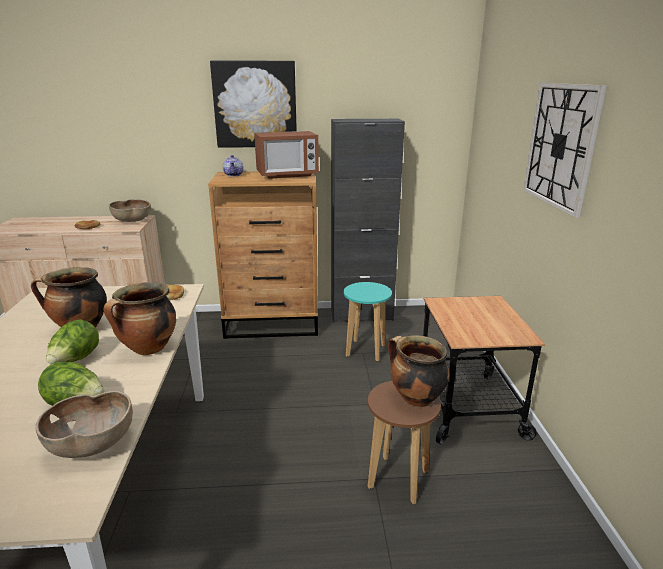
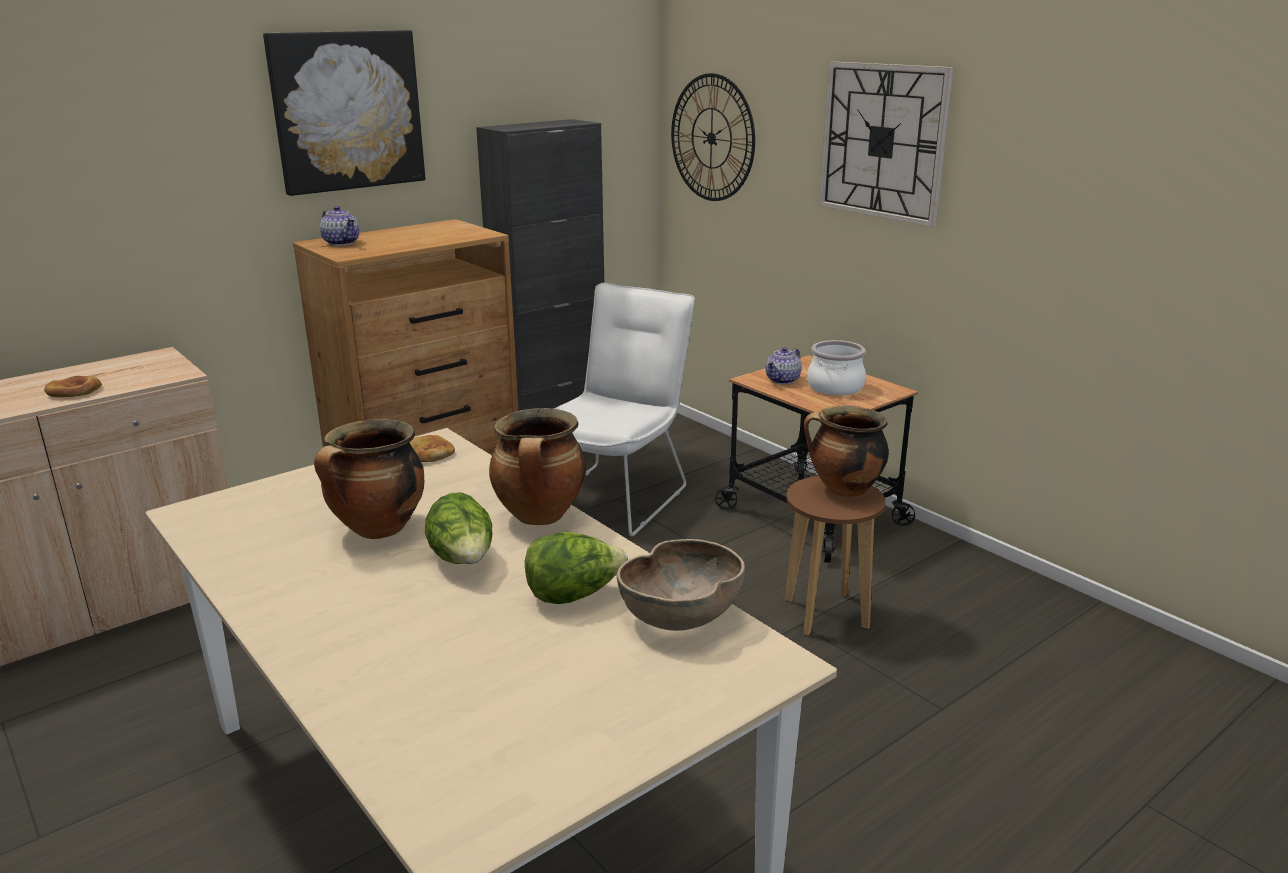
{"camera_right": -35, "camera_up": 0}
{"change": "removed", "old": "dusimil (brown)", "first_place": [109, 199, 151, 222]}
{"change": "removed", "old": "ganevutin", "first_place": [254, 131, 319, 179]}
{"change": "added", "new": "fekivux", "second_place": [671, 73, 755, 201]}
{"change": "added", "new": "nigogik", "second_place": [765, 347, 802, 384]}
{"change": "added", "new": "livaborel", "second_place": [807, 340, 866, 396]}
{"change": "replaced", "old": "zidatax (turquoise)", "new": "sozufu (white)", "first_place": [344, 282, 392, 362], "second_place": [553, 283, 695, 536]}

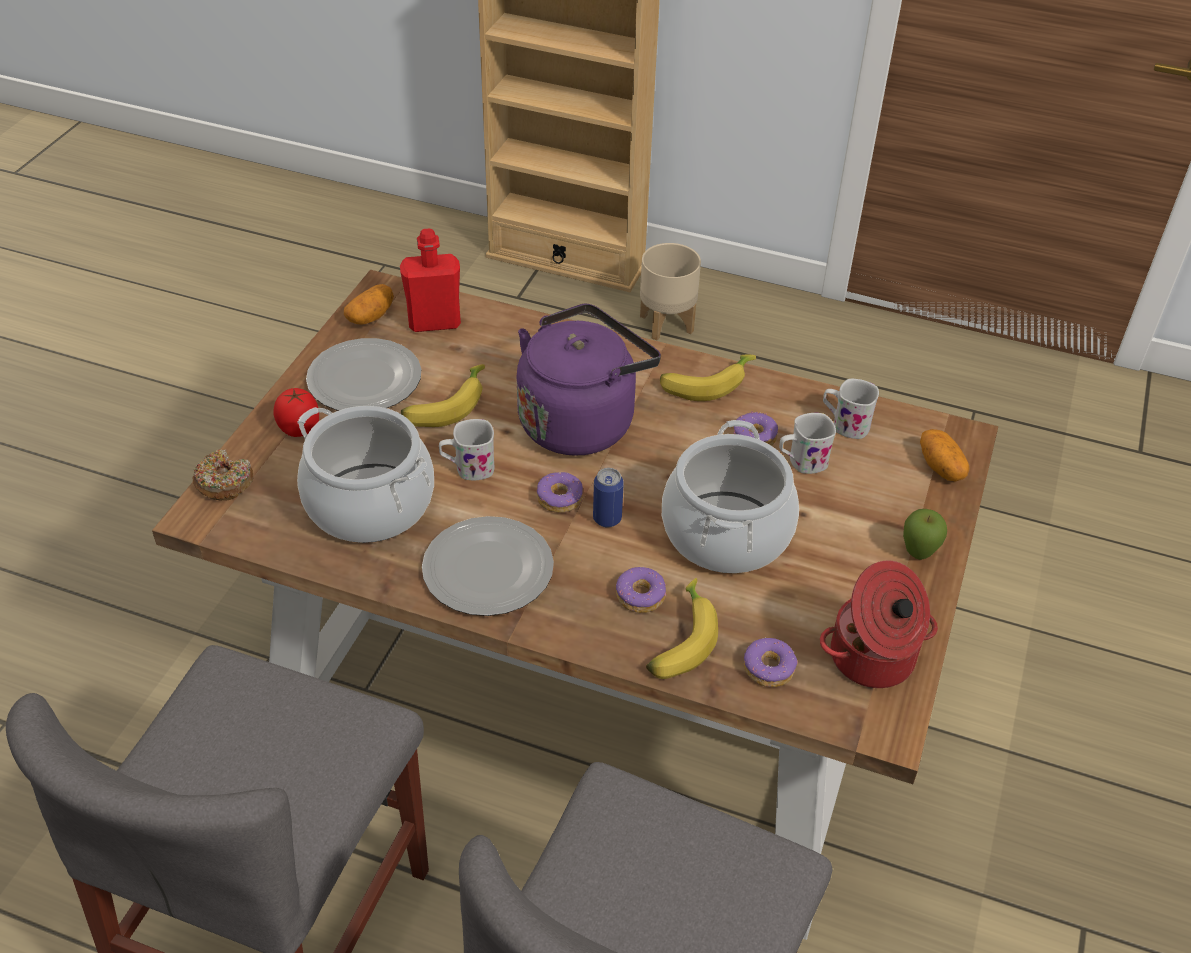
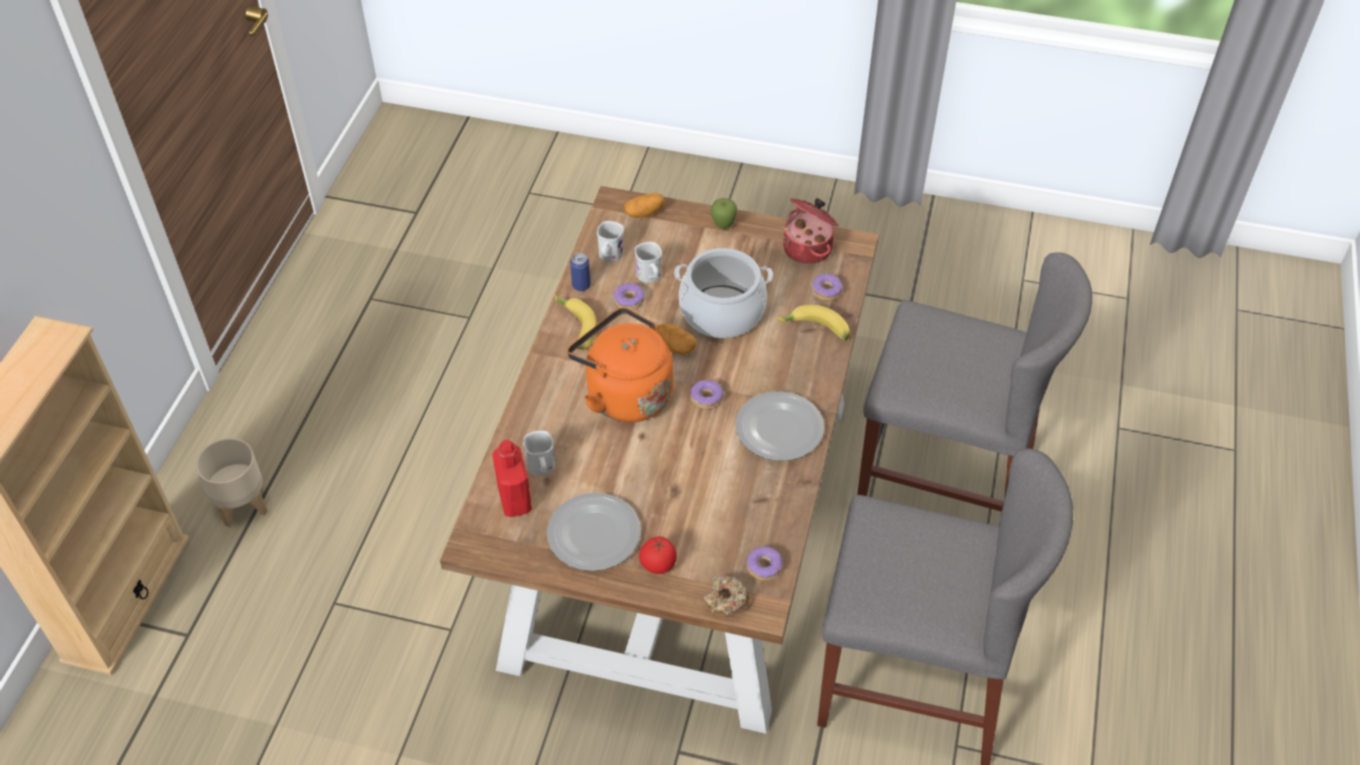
{"camera_right": -95, "camera_up": 5}
{"change": "removed", "old": "livaborel", "first_place": [297, 406, 434, 543]}
{"change": "removed", "old": "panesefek", "first_place": [401, 364, 485, 427]}
{"change": "moved", "old": "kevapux", "first_place": [344, 284, 394, 324], "second_place": [656, 324, 697, 355]}
{"change": "moved", "old": "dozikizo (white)", "first_place": [439, 419, 494, 480], "second_place": [523, 431, 555, 475]}
{"change": "moved", "old": "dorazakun", "first_place": [593, 468, 624, 527], "second_place": [570, 253, 591, 291]}
{"change": "moved", "old": "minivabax", "first_place": [616, 567, 667, 613], "second_place": [747, 546, 782, 581]}
{"change": "recoloured", "old": "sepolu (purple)", "new": "sepolu (orange)", "first_place": [517, 303, 661, 456], "second_place": [568, 307, 673, 423]}

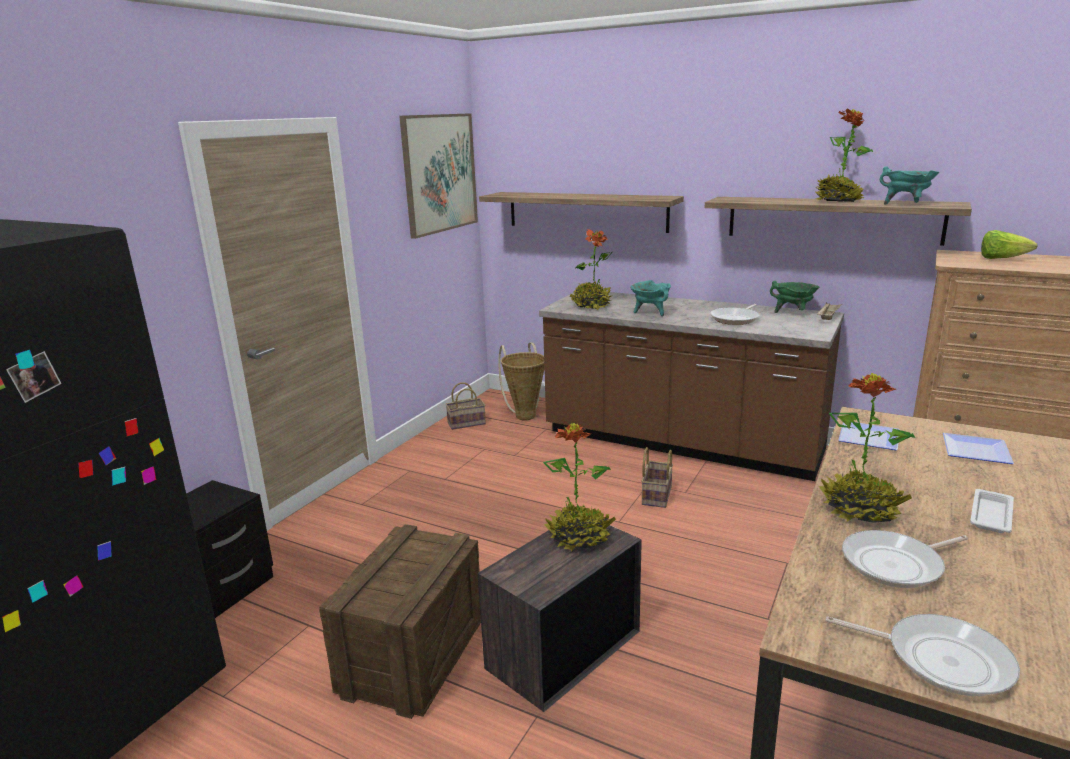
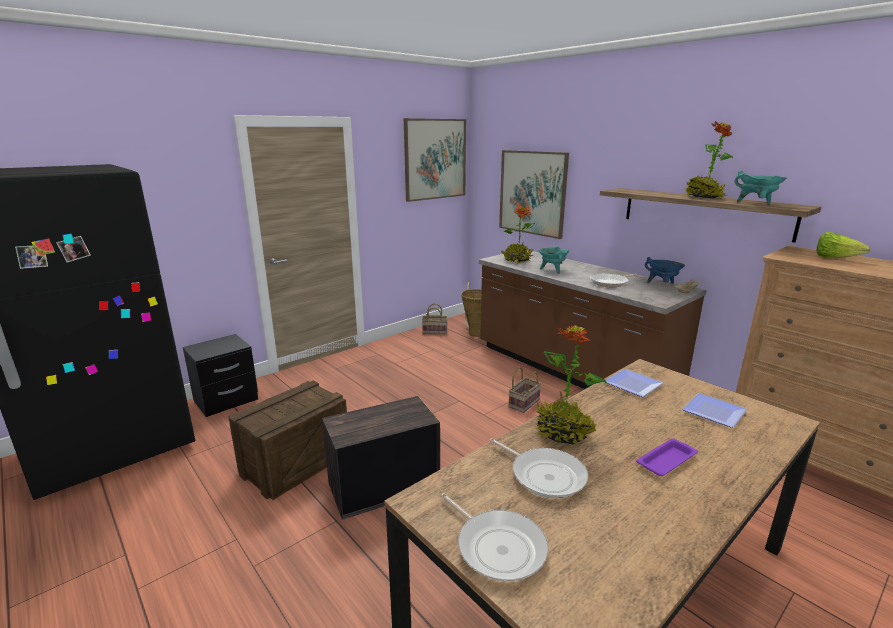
{"camera_right": 20, "camera_up": 0}
{"change": "removed", "old": "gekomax", "first_place": [543, 423, 616, 551]}
{"change": "replaced", "old": "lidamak", "new": "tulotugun", "first_place": [479, 192, 684, 233], "second_place": [499, 150, 569, 239]}
{"change": "recoloured", "old": "livaborel (green)", "new": "livaborel (blue)", "first_place": [770, 281, 819, 313], "second_place": [645, 257, 685, 283]}
{"change": "recoloured", "old": "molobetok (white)", "new": "molobetok (purple)", "first_place": [970, 489, 1014, 533], "second_place": [636, 438, 698, 476]}
{"change": "turned", "old": "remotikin", "first_place": [842, 530, 968, 588], "second_place": [489, 438, 588, 498], "degrees": -135}

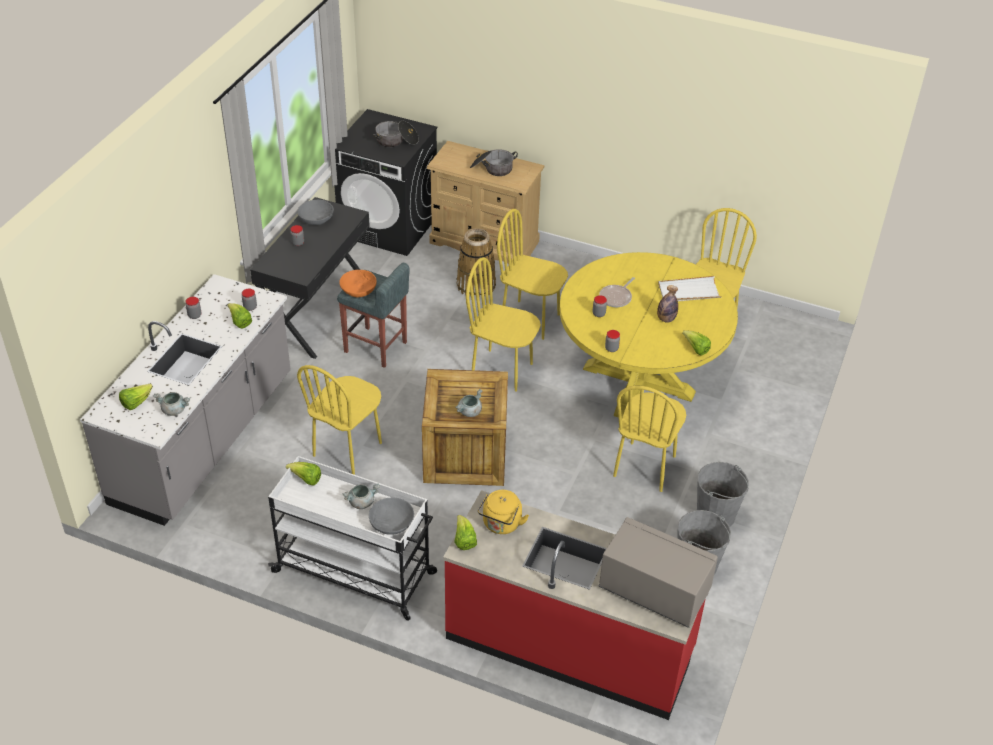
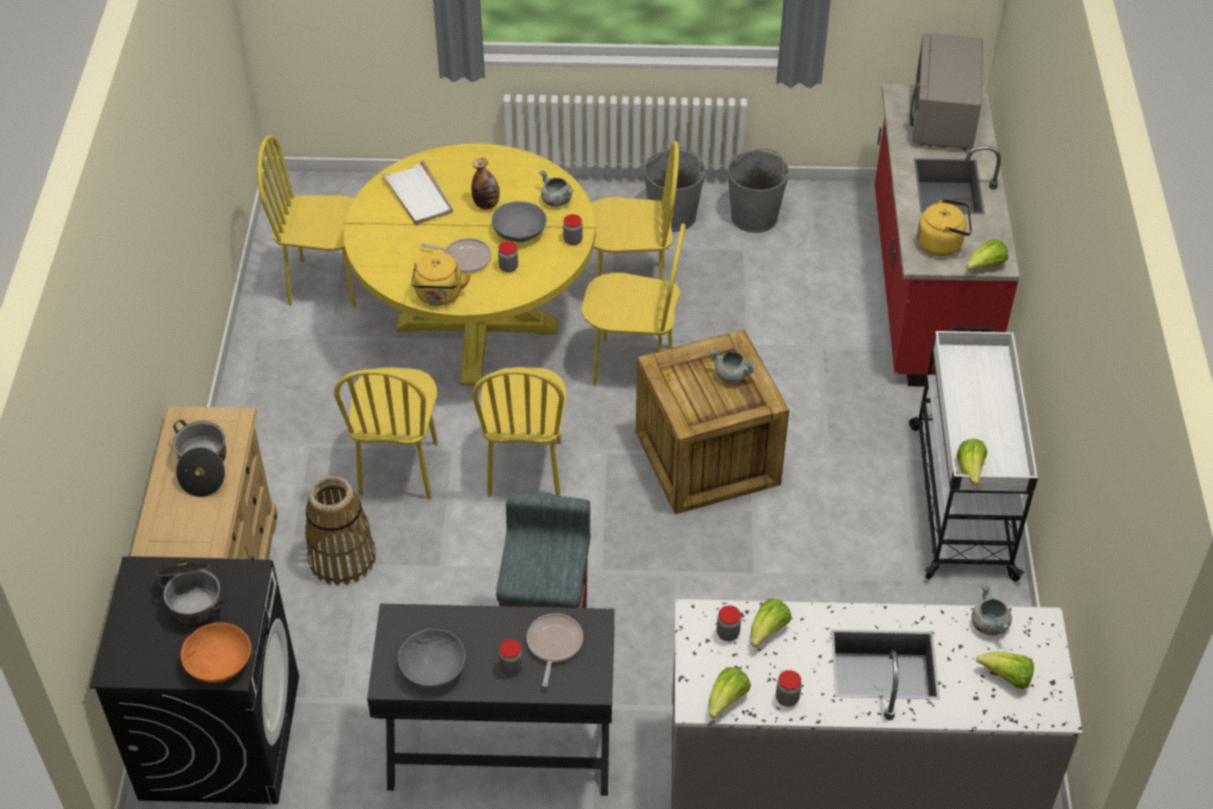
{"camera_right": -110, "camera_up": 5}
{"change": "added", "new": "sepolu (yellow)", "second_place": [411, 252, 471, 306]}
{"change": "added", "new": "remotikin", "second_place": [527, 613, 583, 687]}
{"change": "moved", "old": "sozufu (yellow)", "first_place": [297, 365, 382, 475], "second_place": [582, 223, 686, 386]}
{"change": "moved", "old": "dusimil (orange)", "first_place": [339, 270, 377, 297], "second_place": [181, 623, 251, 683]}
{"change": "moved", "old": "livaborel (grey)", "first_place": [343, 483, 380, 509], "second_place": [539, 170, 574, 207]}
{"change": "moved", "old": "dusimil (grey)", "first_place": [369, 497, 414, 535], "second_place": [492, 201, 547, 242]}
{"change": "moved", "old": "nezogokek", "first_place": [682, 330, 711, 356], "second_place": [709, 667, 751, 719]}

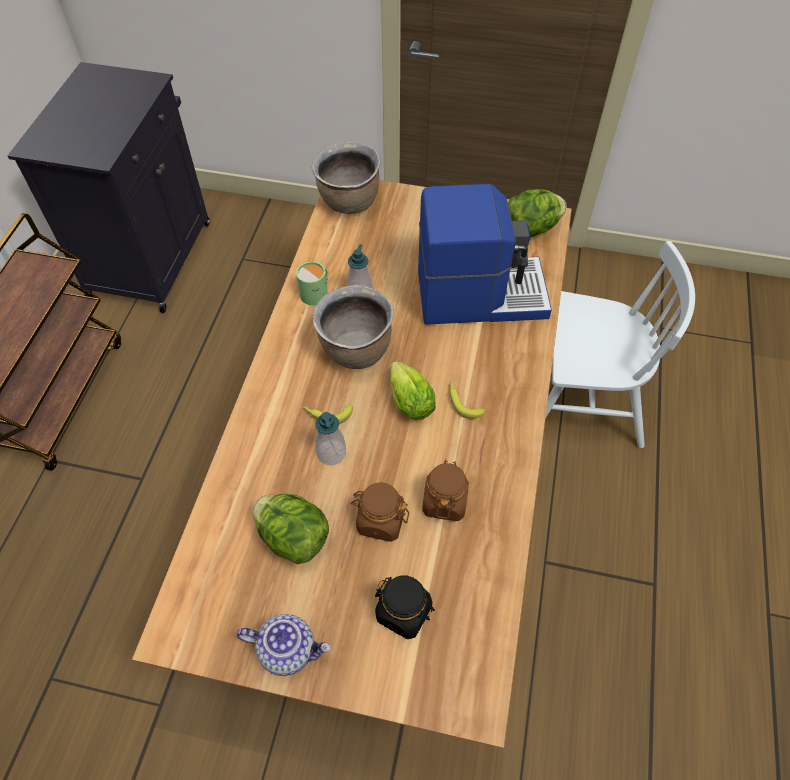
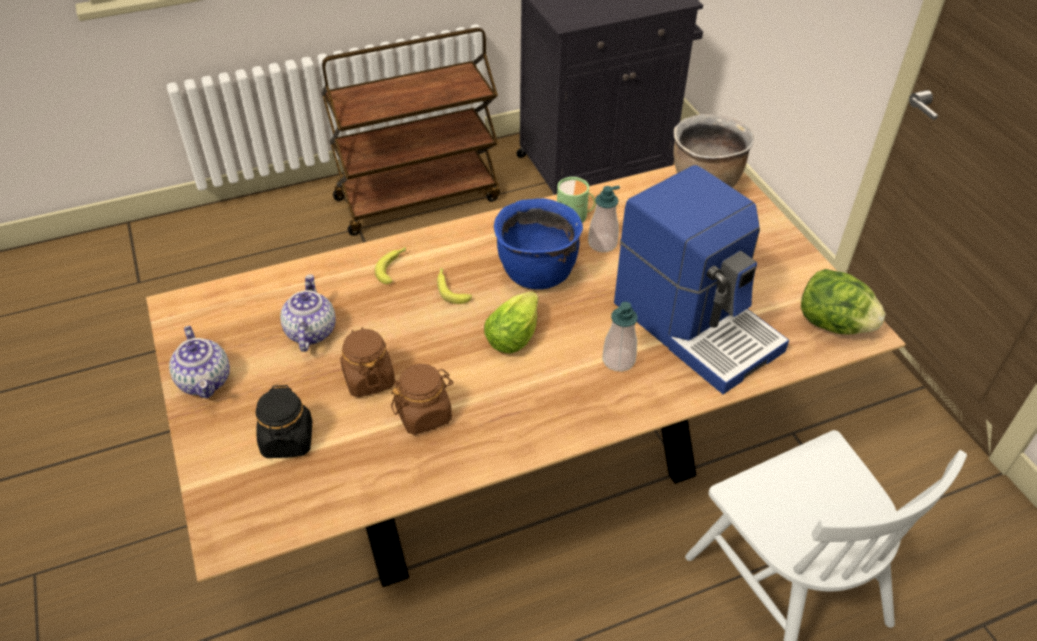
{"camera_right": 55, "camera_up": -10}
{"change": "moved", "old": "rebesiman", "first_place": [315, 412, 346, 465], "second_place": [602, 302, 638, 372]}
{"change": "moved", "old": "panesefek", "first_place": [450, 381, 485, 419], "second_place": [375, 247, 406, 284]}
{"change": "replaced", "old": "nezogokek", "new": "nigogik", "first_place": [252, 494, 329, 564], "second_place": [280, 274, 336, 352]}
{"change": "recoloured", "old": "livaborel (brown)", "new": "livaborel (blue)", "first_place": [313, 285, 394, 369], "second_place": [494, 198, 583, 289]}

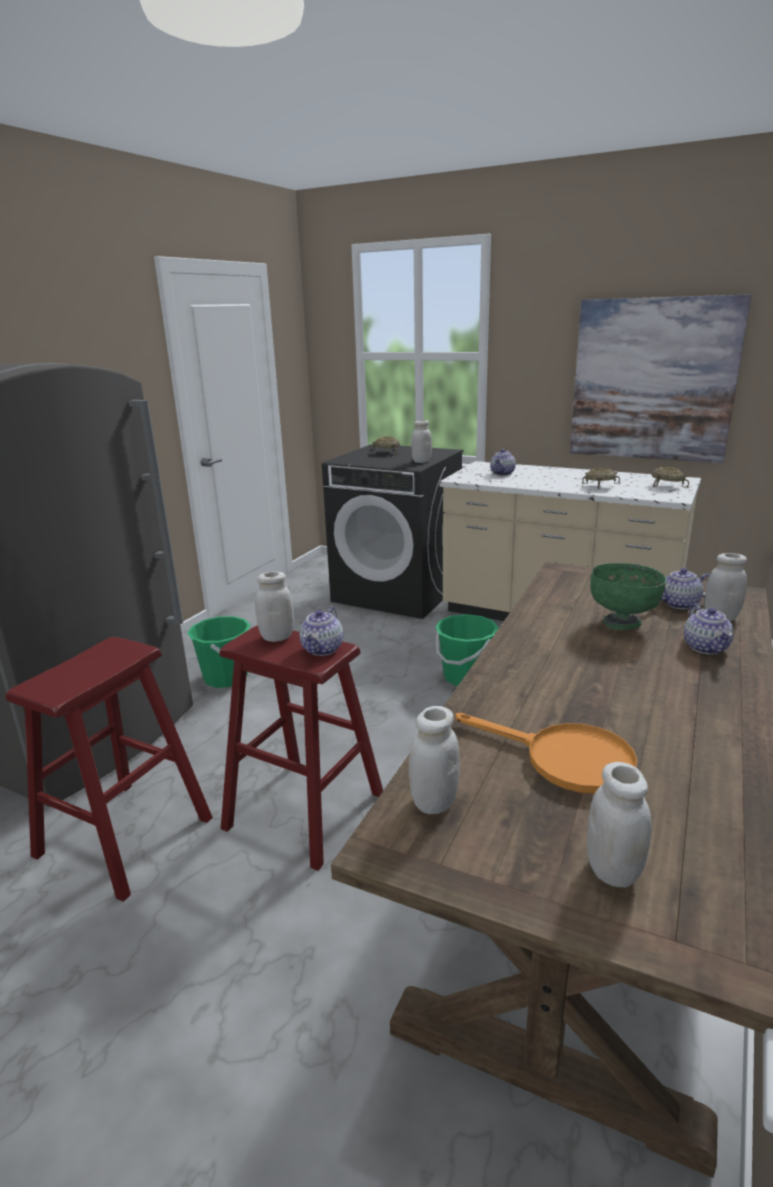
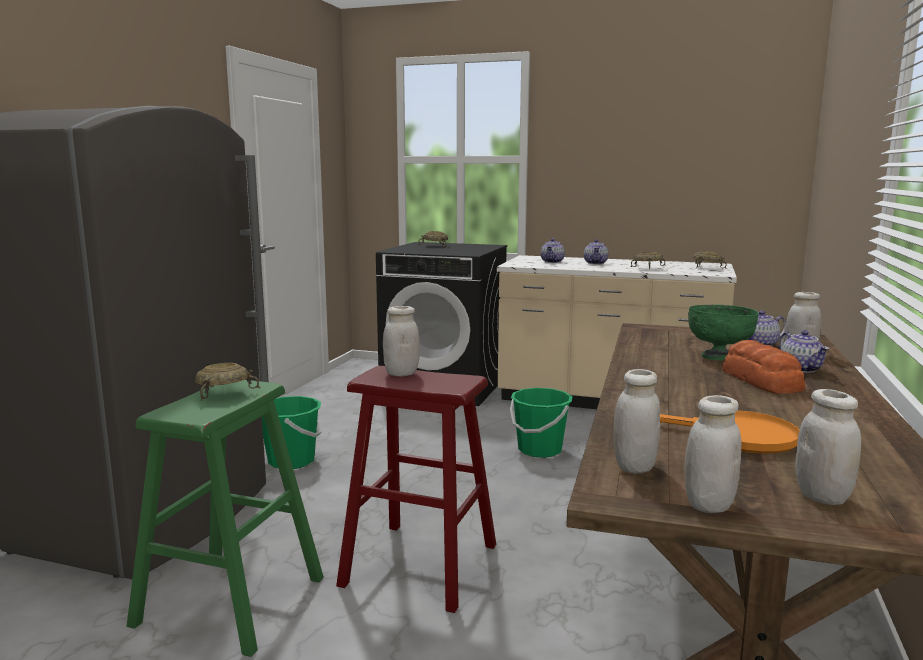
{"camera_right": -10, "camera_up": -10}
{"change": "removed", "old": "tulotugun", "first_place": [570, 294, 751, 463]}
{"change": "added", "new": "dusimil (beige)", "second_place": [195, 363, 261, 401]}
{"change": "added", "new": "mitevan", "second_place": [722, 340, 805, 394]}
{"change": "moved", "old": "nigogik", "first_place": [299, 607, 343, 656], "second_place": [584, 239, 609, 264]}
{"change": "moved", "old": "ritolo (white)", "first_place": [411, 420, 432, 463], "second_place": [684, 395, 741, 513]}
{"change": "recoloured", "old": "zidatax (red)", "new": "zidatax (green)", "first_place": [6, 637, 213, 902], "second_place": [127, 380, 324, 657]}

